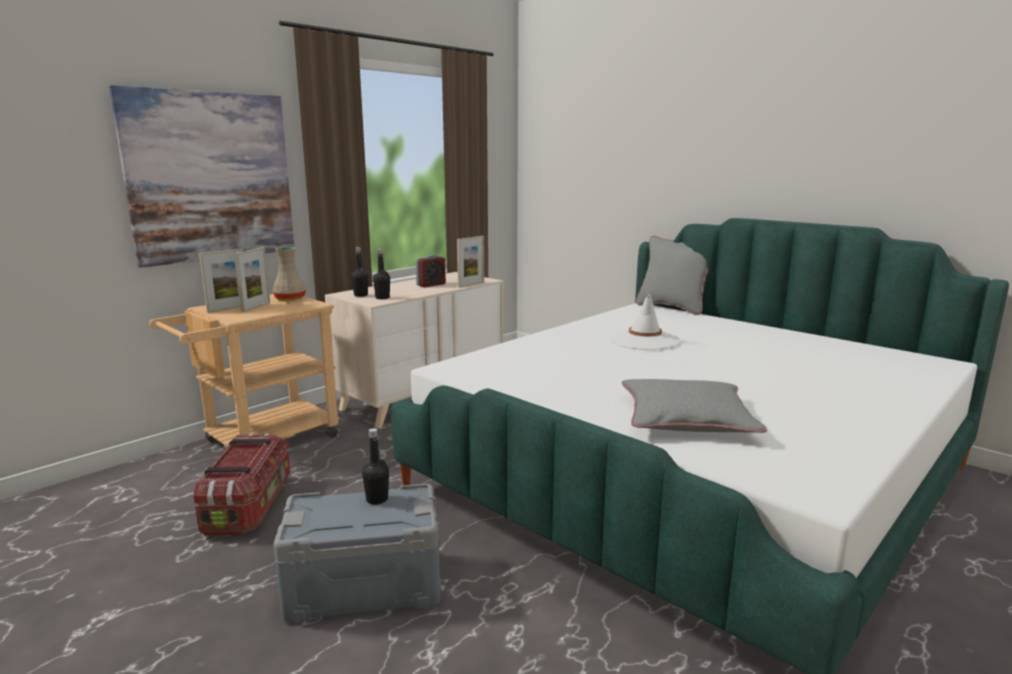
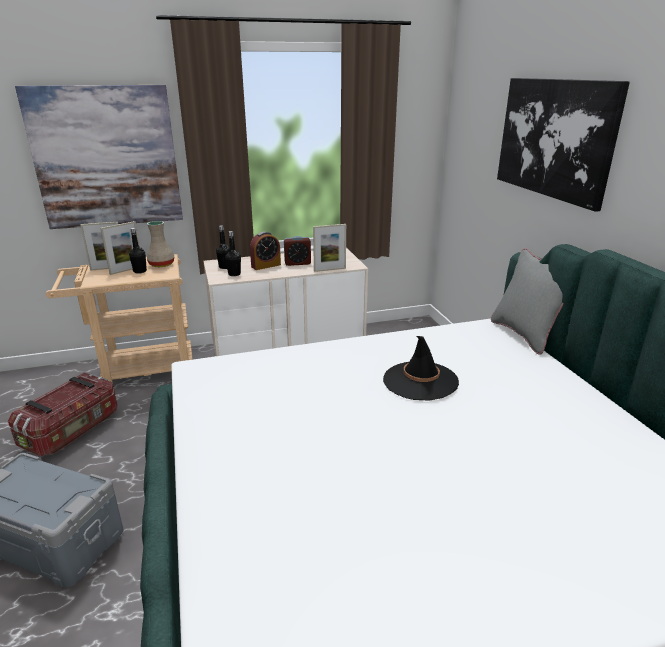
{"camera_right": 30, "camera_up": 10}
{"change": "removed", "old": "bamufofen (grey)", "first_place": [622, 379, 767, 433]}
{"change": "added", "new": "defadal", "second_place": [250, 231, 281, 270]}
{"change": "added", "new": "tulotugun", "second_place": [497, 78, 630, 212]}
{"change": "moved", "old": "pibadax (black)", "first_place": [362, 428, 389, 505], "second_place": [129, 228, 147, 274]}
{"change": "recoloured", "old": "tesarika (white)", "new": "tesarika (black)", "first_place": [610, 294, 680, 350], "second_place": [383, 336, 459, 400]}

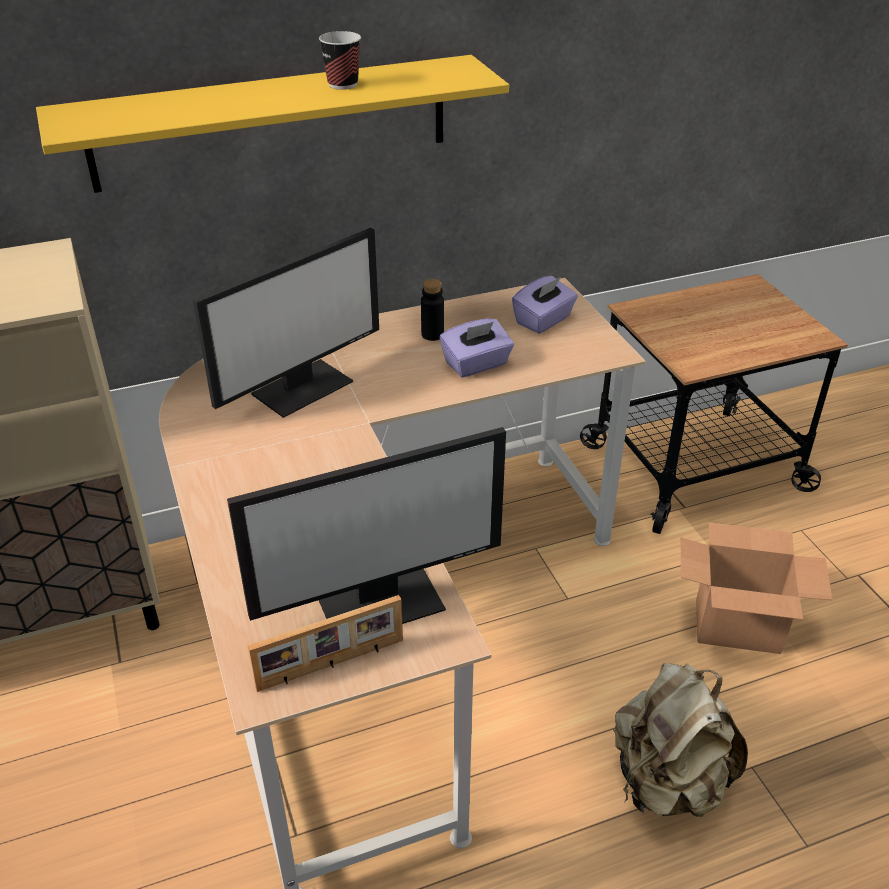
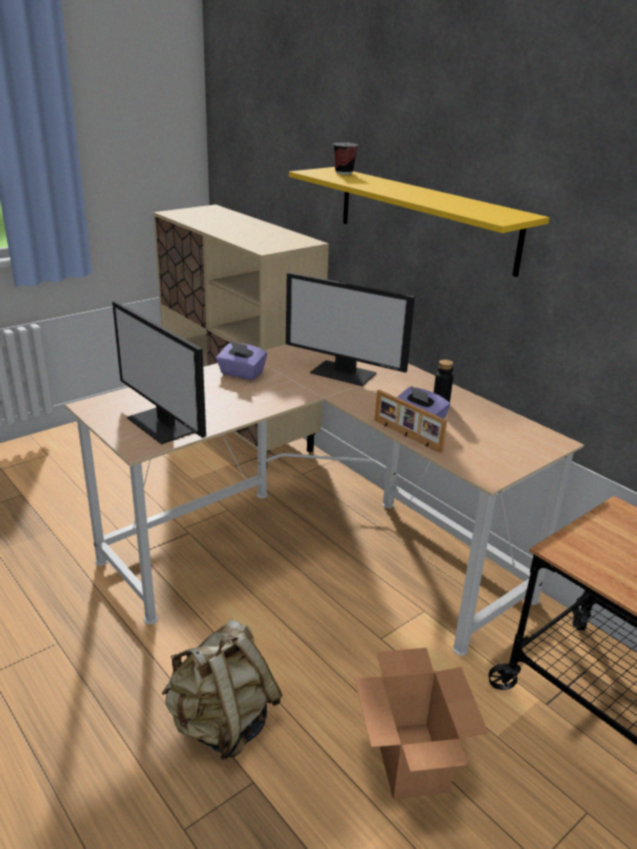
{"camera_right": 70, "camera_up": -10}
{"change": "moved", "old": "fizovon", "first_place": [248, 595, 403, 692], "second_place": [375, 390, 447, 453]}
{"change": "moved", "old": "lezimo", "first_place": [319, 31, 361, 90], "second_place": [333, 142, 358, 174]}
{"change": "moved", "old": "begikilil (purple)", "first_place": [512, 276, 578, 334], "second_place": [216, 341, 267, 380]}

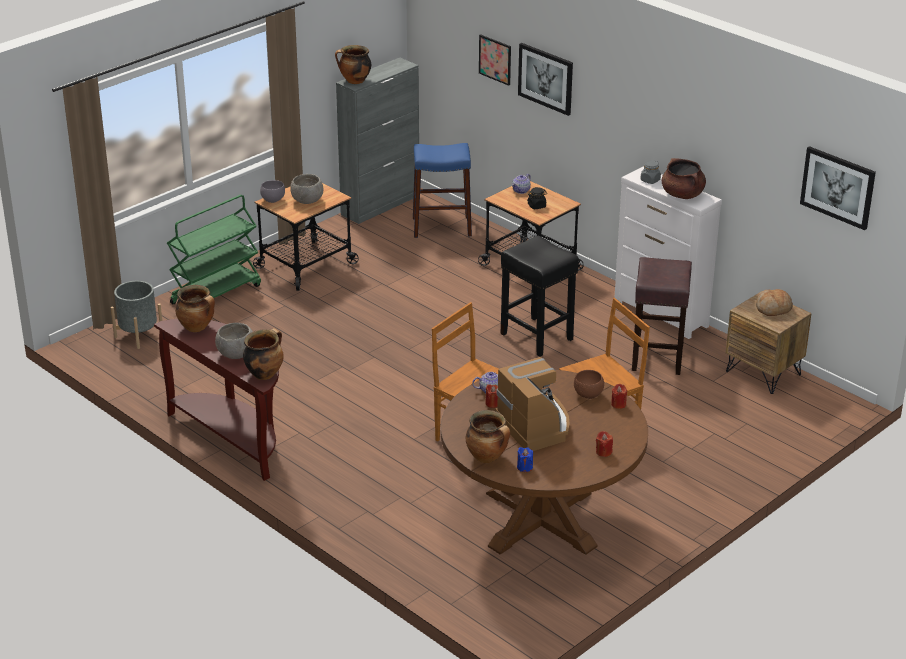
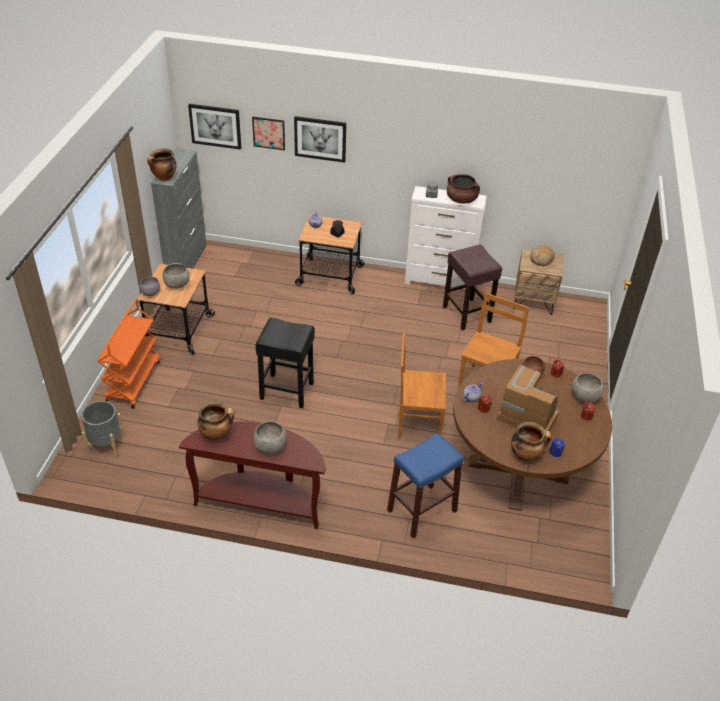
{"camera_right": -35, "camera_up": 10}
{"change": "removed", "old": "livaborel", "first_place": [243, 328, 283, 380]}
{"change": "added", "new": "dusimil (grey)", "second_place": [572, 373, 604, 403]}
{"change": "moved", "old": "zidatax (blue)", "first_place": [413, 143, 472, 238], "second_place": [387, 433, 464, 538]}
{"change": "moved", "old": "zidatax (black)", "first_place": [501, 236, 579, 357], "second_place": [255, 318, 315, 408]}
{"change": "moved", "old": "tulotugun", "first_place": [800, 146, 876, 230], "second_place": [188, 104, 241, 150]}
{"change": "recoloured", "old": "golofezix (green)", "new": "golofezix (orange)", "first_place": [167, 195, 261, 304], "second_place": [97, 300, 161, 409]}

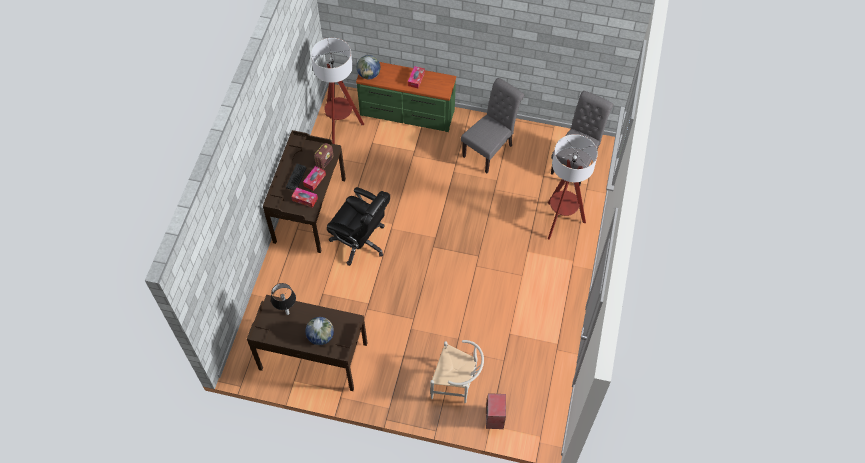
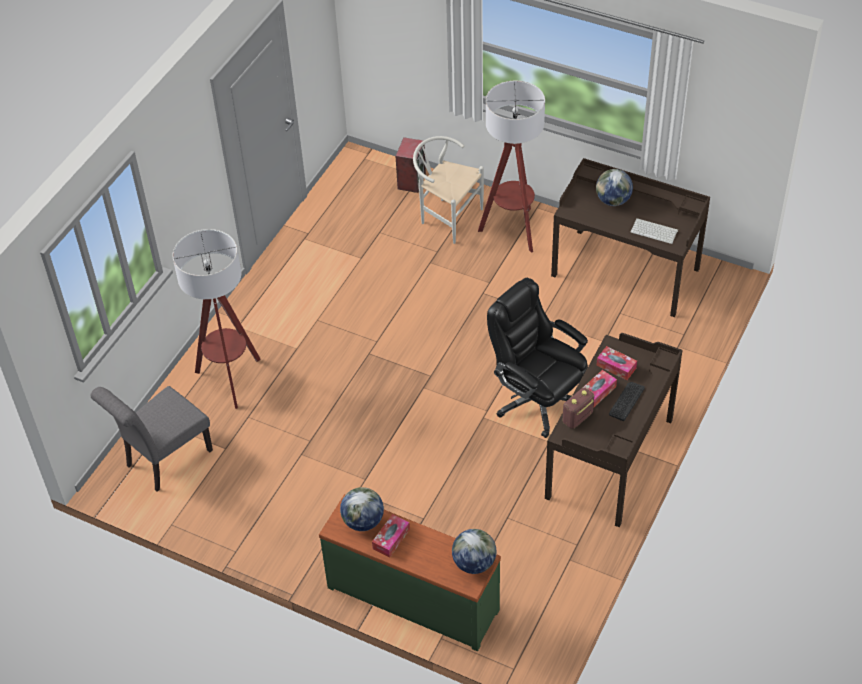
{"camera_right": -165, "camera_up": -10}
{"change": "removed", "old": "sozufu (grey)", "first_place": [461, 78, 524, 173]}
{"change": "added", "new": "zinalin", "second_place": [340, 487, 384, 531]}
{"change": "moved", "old": "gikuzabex", "first_place": [311, 38, 364, 144], "second_place": [478, 81, 545, 253]}
{"change": "replaced", "old": "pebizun", "new": "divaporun", "first_place": [271, 283, 296, 315], "second_place": [631, 218, 678, 244]}

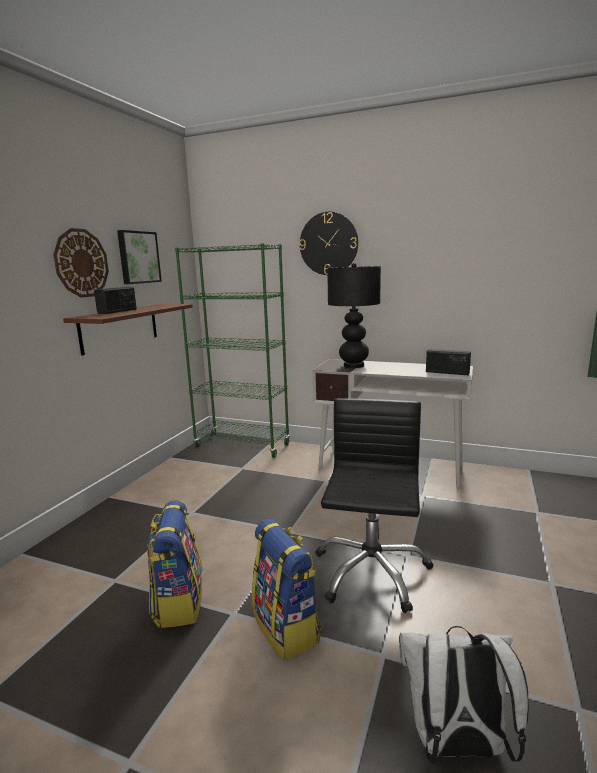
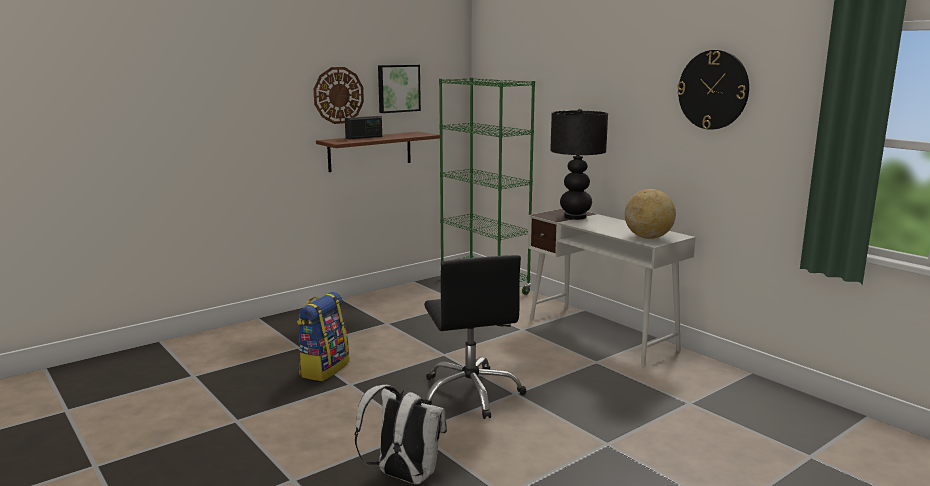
{"camera_right": 30, "camera_up": 0}
{"change": "removed", "old": "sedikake", "first_place": [252, 519, 321, 660]}
{"change": "moved", "old": "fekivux", "first_place": [299, 212, 358, 275], "second_place": [677, 50, 749, 130]}
{"change": "replaced", "old": "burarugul", "new": "zinalin", "first_place": [426, 349, 471, 375], "second_place": [625, 189, 676, 239]}
{"change": "turned", "old": "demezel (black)", "first_place": [315, 398, 433, 613], "second_place": [423, 255, 526, 419], "degrees": 120}

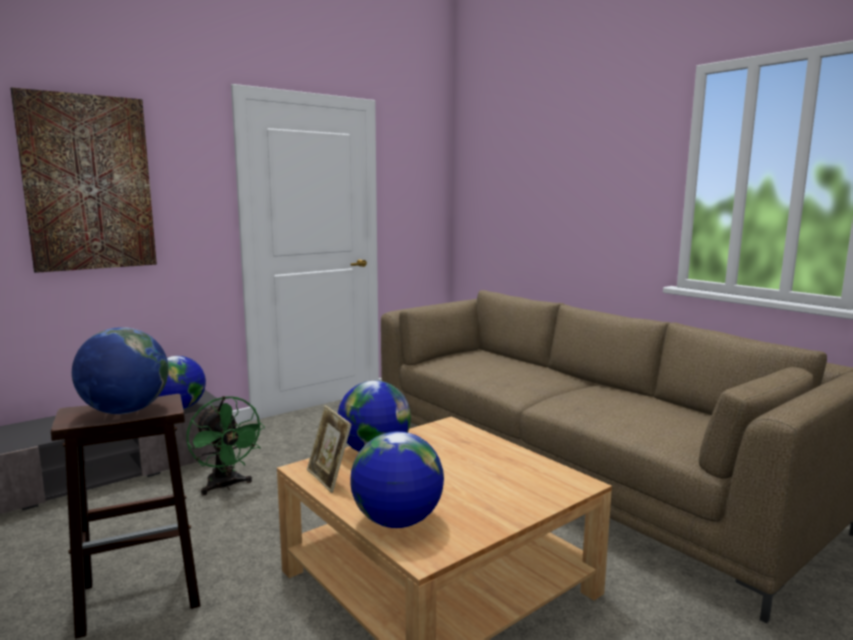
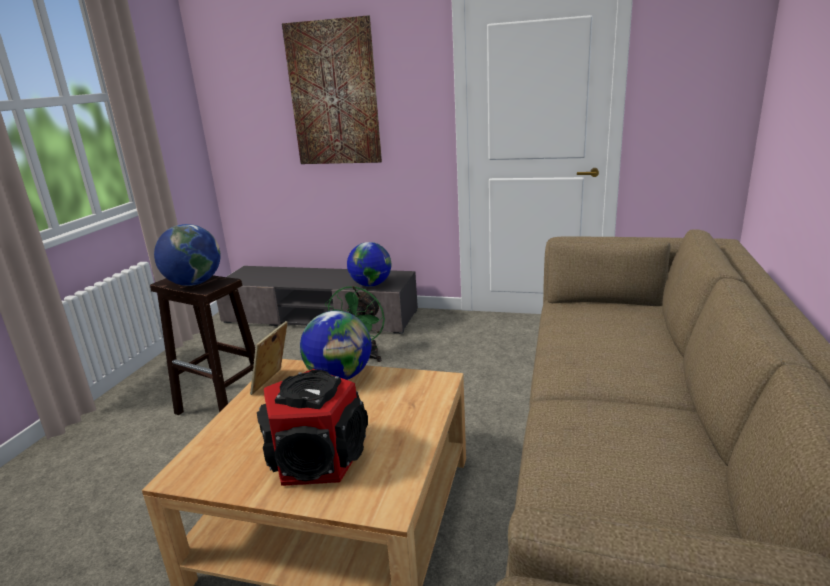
{"camera_right": 55, "camera_up": 10}
{"change": "removed", "old": "zinalin", "first_place": [350, 431, 444, 528]}
{"change": "added", "new": "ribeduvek", "second_place": [257, 369, 368, 486]}

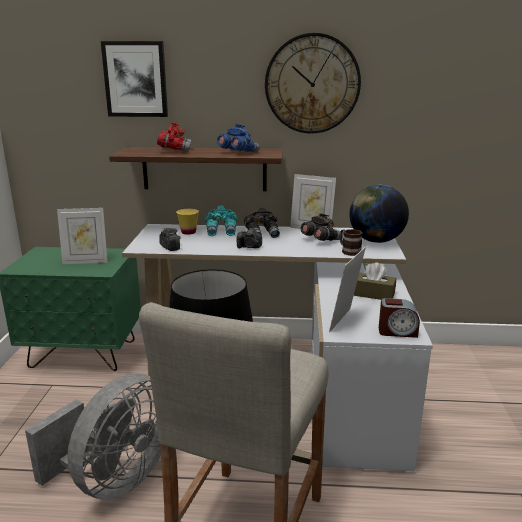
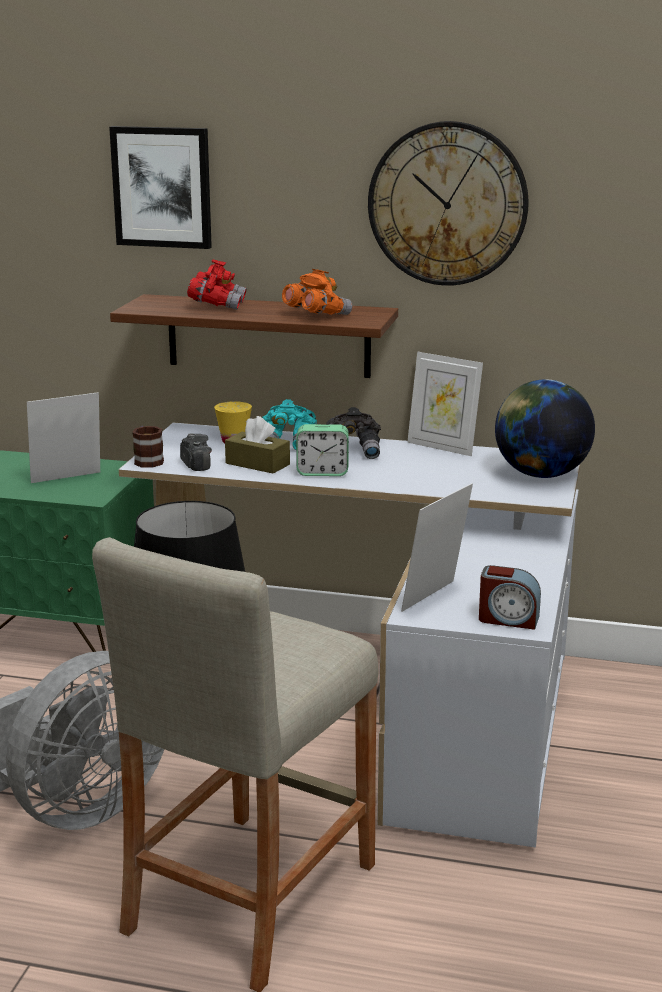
{"camera_right": 10, "camera_up": 0}
{"change": "removed", "old": "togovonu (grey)", "first_place": [301, 214, 341, 241]}
{"change": "moved", "old": "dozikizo", "first_place": [340, 229, 363, 256], "second_place": [132, 426, 164, 468]}
{"change": "moved", "old": "begikilil (brown)", "first_place": [354, 262, 396, 300], "second_place": [225, 416, 290, 474]}
{"change": "replaced", "old": "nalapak", "new": "defadal", "first_place": [236, 228, 262, 248], "second_place": [296, 424, 349, 476]}
{"change": "recoloured", "old": "togovonu (blue)", "new": "togovonu (orange)", "first_place": [217, 124, 260, 152], "second_place": [282, 269, 352, 315]}
{"change": "turned", "old": "fizovon", "first_place": [57, 208, 108, 264], "second_place": [27, 392, 100, 483], "degrees": 150}

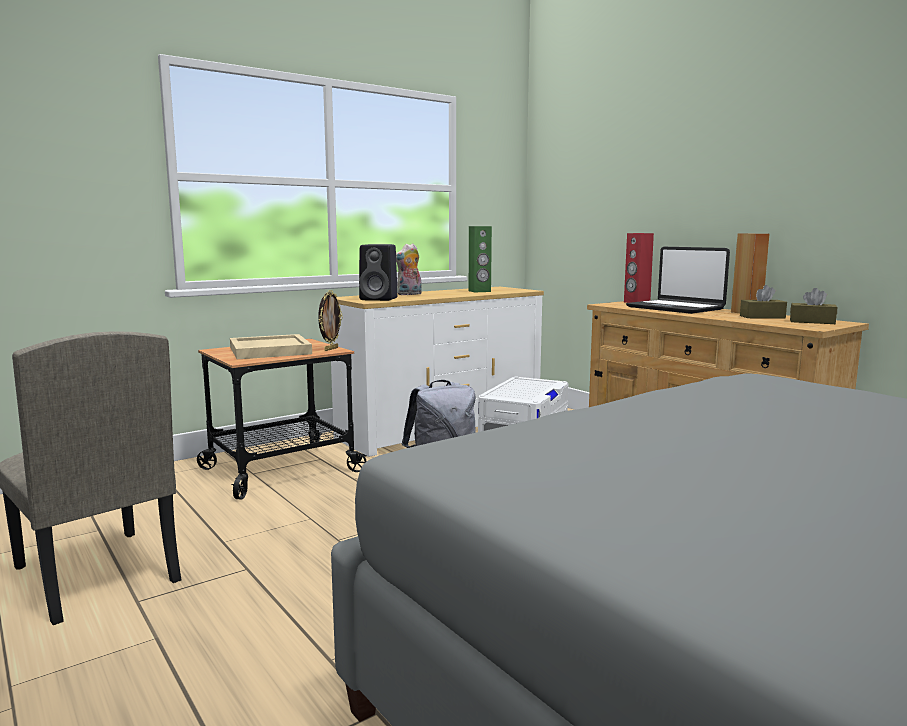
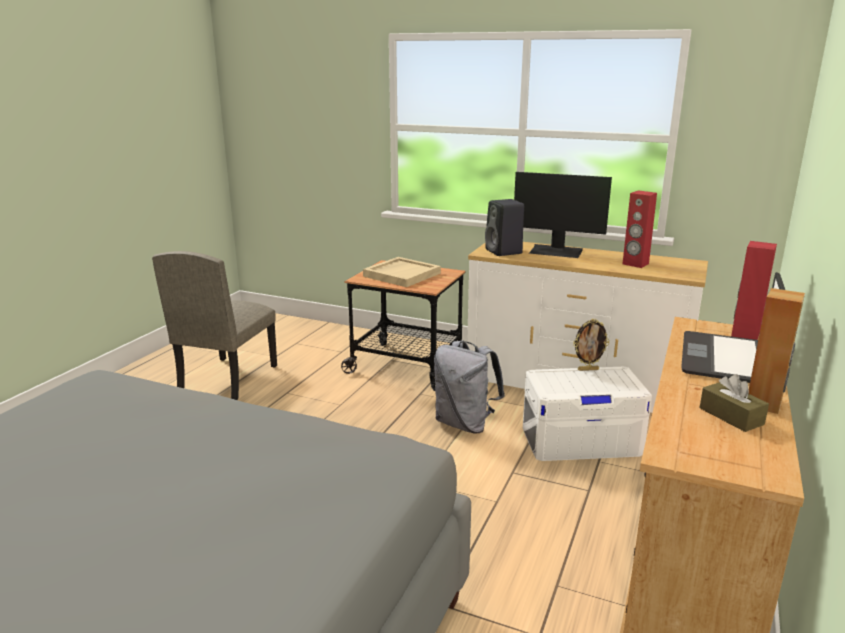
{"camera_right": 60, "camera_up": 10}
{"change": "removed", "old": "begikilil (brown)", "first_place": [790, 288, 837, 324]}
{"change": "moved", "old": "fizovon", "first_place": [318, 290, 343, 351], "second_place": [573, 319, 610, 371]}
{"change": "replaced", "old": "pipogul", "new": "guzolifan", "first_place": [396, 244, 422, 295], "second_place": [514, 172, 612, 258]}
{"change": "recoloured", "old": "ribeduvek (green)", "new": "ribeduvek (red)", "first_place": [469, 226, 492, 292], "second_place": [622, 190, 657, 268]}

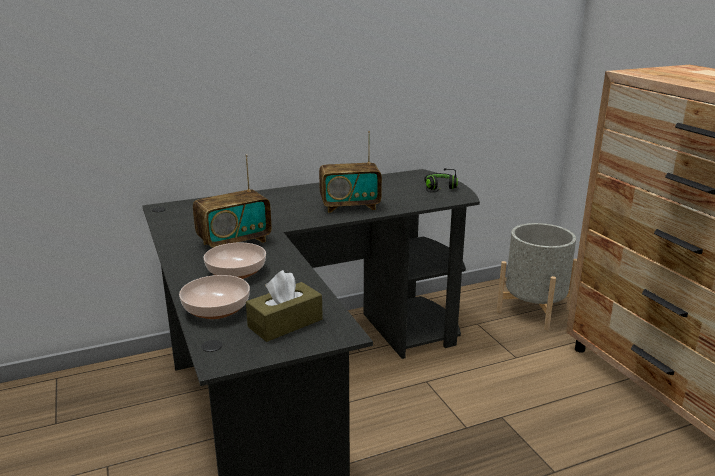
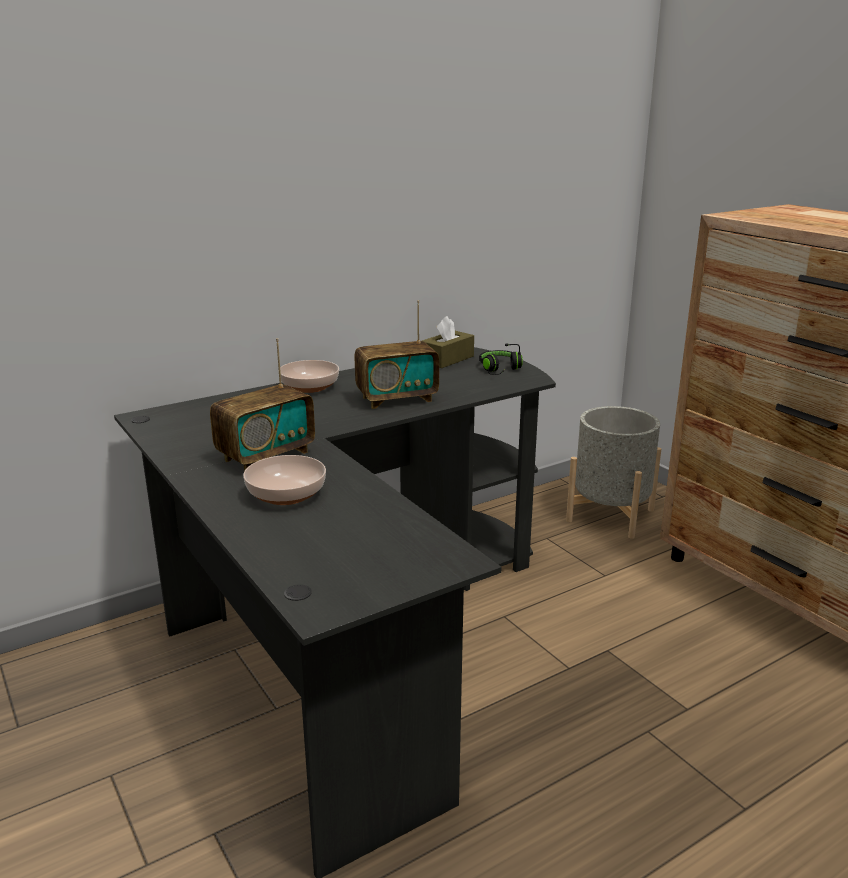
{"camera_right": -10, "camera_up": 0}
{"change": "moved", "old": "dusimil", "first_place": [179, 275, 250, 319], "second_place": [278, 360, 339, 393]}
{"change": "moved", "old": "begikilil (brown)", "first_place": [246, 270, 323, 342], "second_place": [422, 316, 474, 368]}

